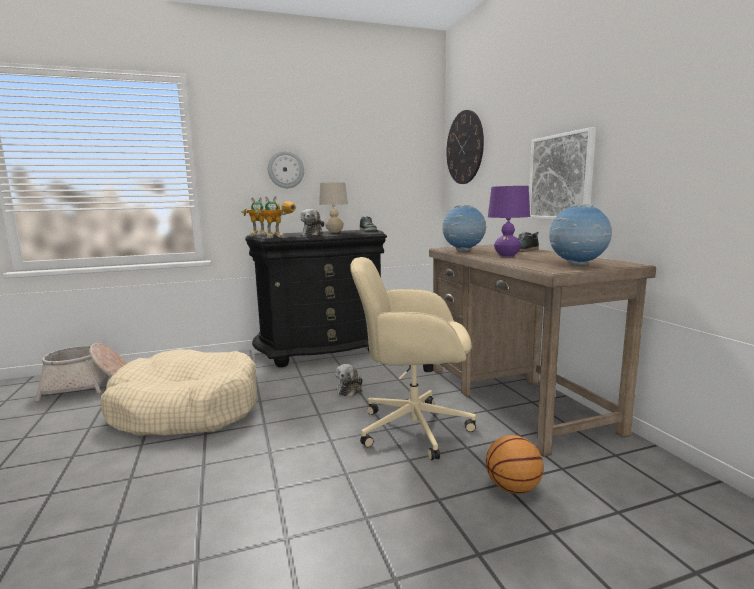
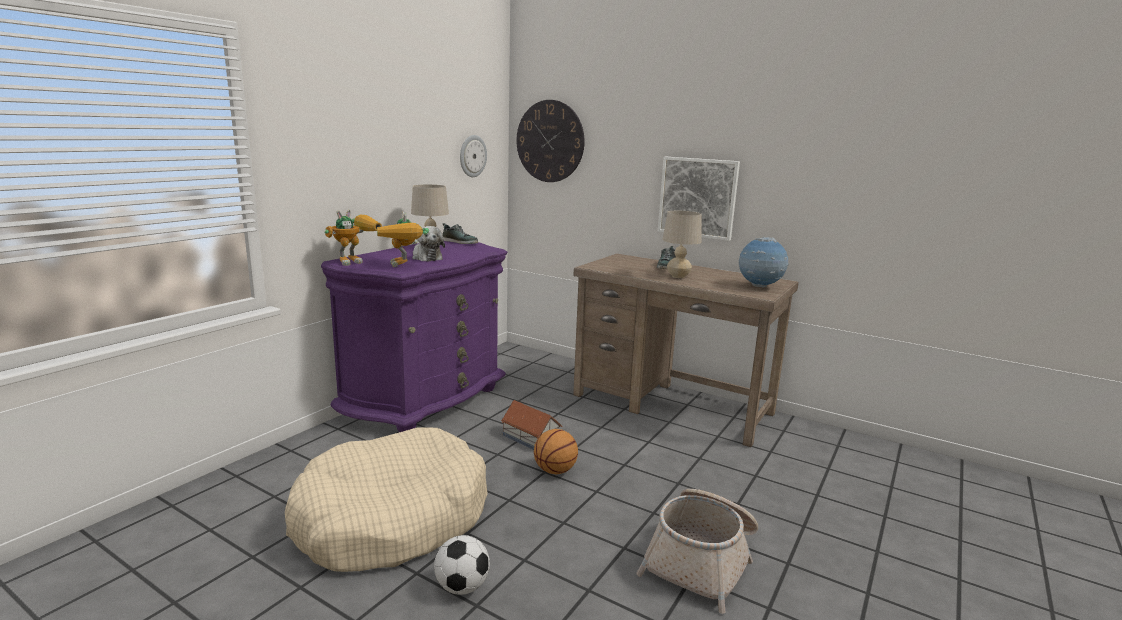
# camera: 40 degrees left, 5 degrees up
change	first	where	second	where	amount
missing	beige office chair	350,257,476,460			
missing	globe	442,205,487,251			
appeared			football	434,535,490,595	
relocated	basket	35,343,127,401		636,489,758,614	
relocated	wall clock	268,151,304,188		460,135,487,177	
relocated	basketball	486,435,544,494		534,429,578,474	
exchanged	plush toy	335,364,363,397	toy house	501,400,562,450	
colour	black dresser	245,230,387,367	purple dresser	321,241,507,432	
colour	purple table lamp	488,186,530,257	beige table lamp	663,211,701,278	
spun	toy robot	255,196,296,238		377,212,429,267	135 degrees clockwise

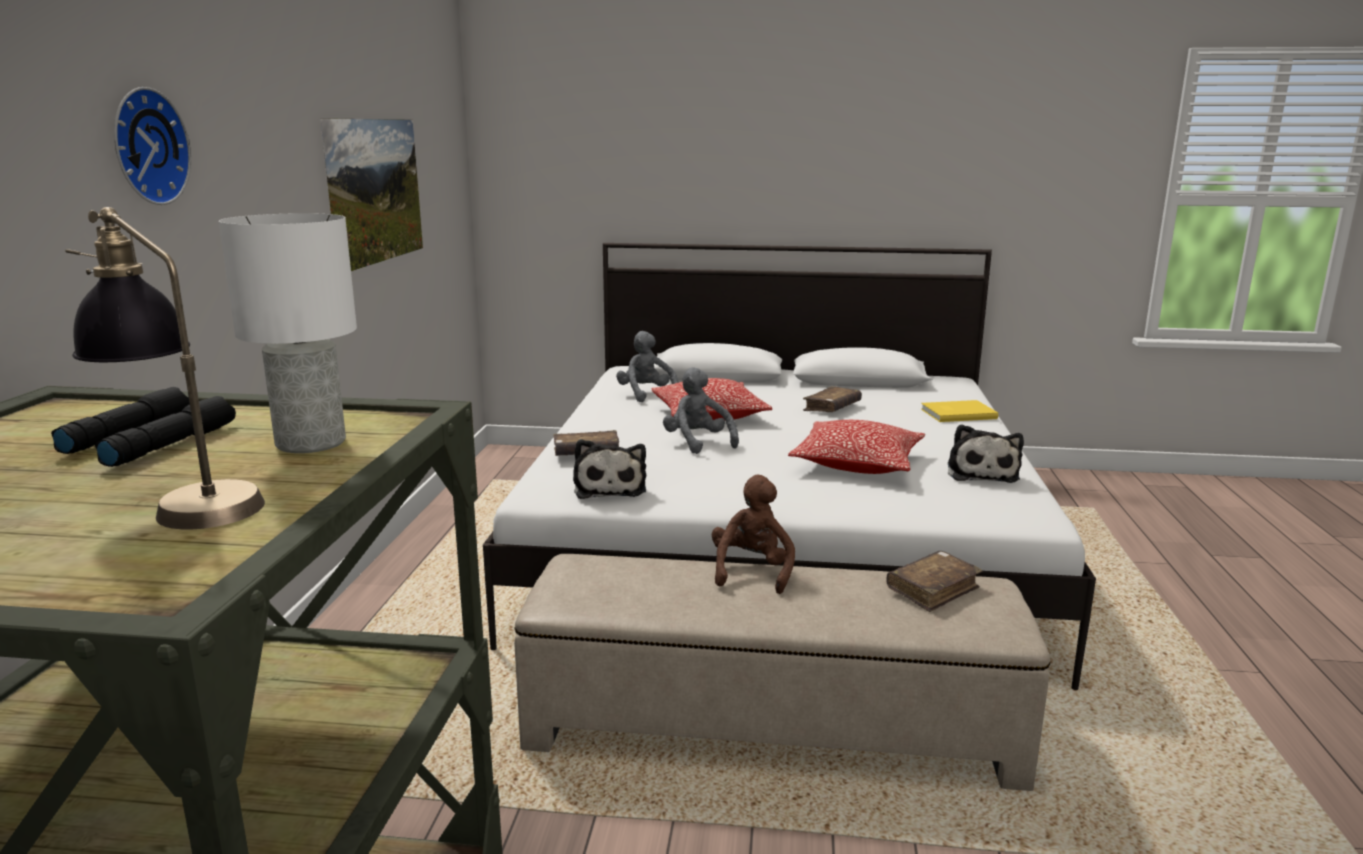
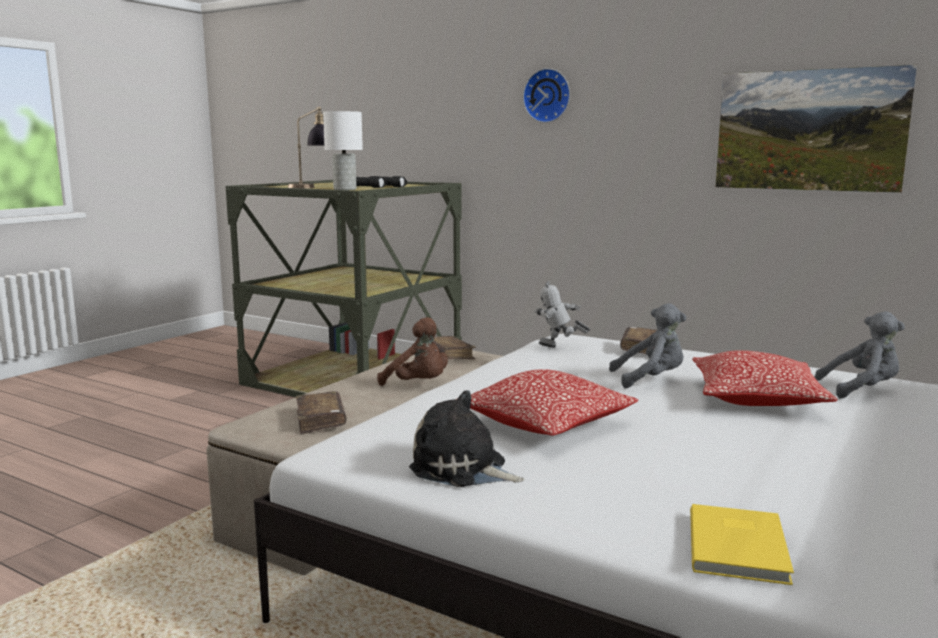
# camera: 115 degrees right, 5 degrees down
change	first	where	second	where	amount
relocated	brown book	803,386,862,412		433,336,476,359	
exchanged	plush toy	573,439,646,499	toy robot	534,281,590,348	

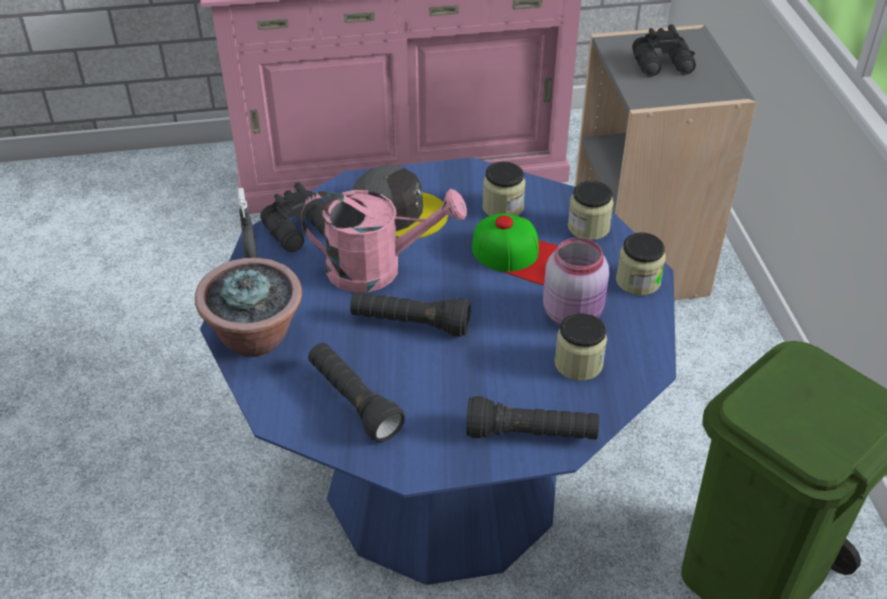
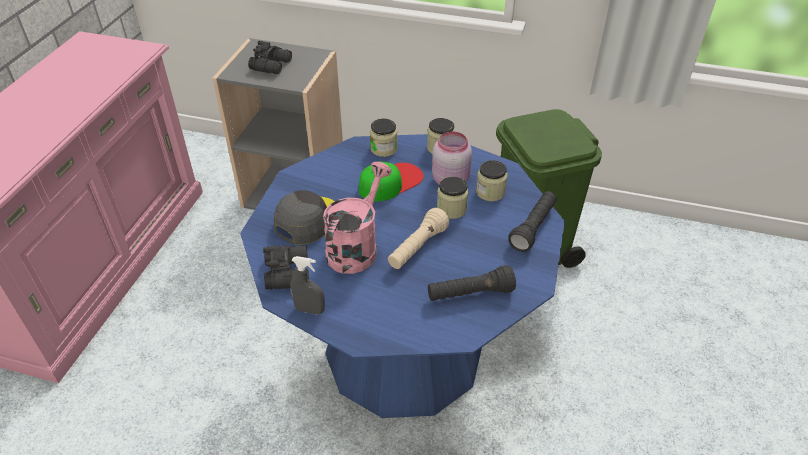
# camera: 65 degrees left, 0 degrees up
change	first	where	second	where	amount
missing	potted plant	195,258,302,357			
relocated	jar	482,162,525,216		437,177,468,219	
colour	black flashlight	350,292,471,337	beige flashlight	388,208,449,269	

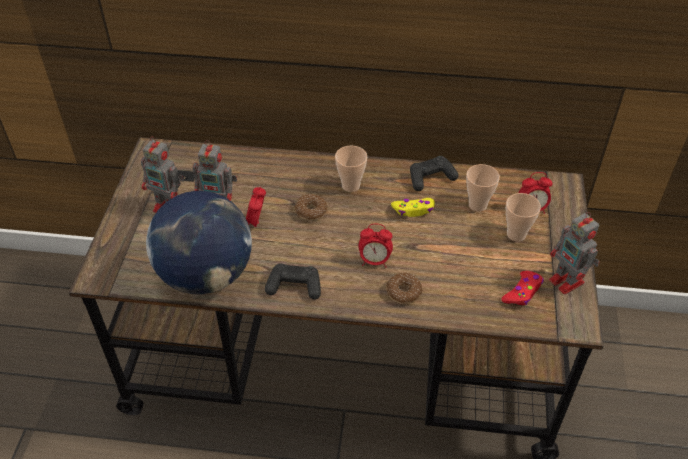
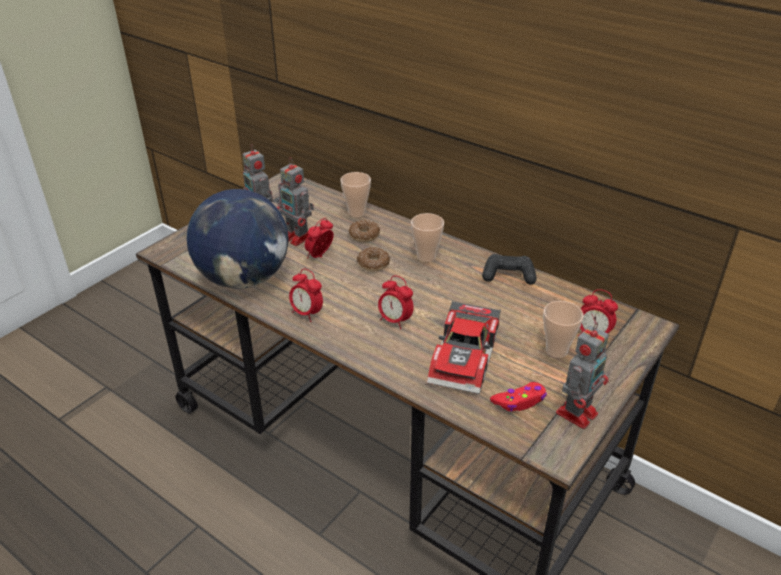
# camera: 30 degrees right, 10 degrees down
change	first	where	second	where	amount
missing	yellow game controller	391,198,435,217			
appeared			toy car	427,300,501,394	
relocated	donut	386,273,422,304		349,220,380,242	
relocated	cup	466,164,500,212		341,172,371,217	
exchanged	black game controller	265,263,321,300	alarm clock	289,269,323,322	
spun	toy robot	549,212,600,295		556,322,609,429	135 degrees counterclockwise

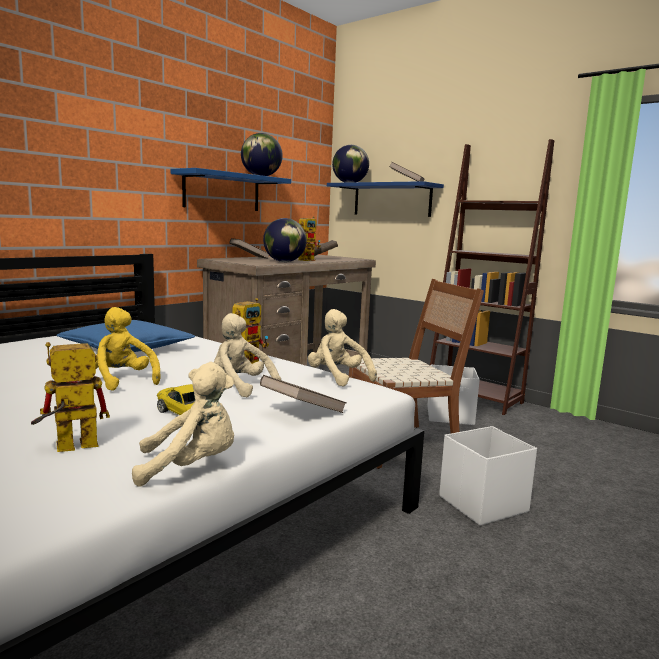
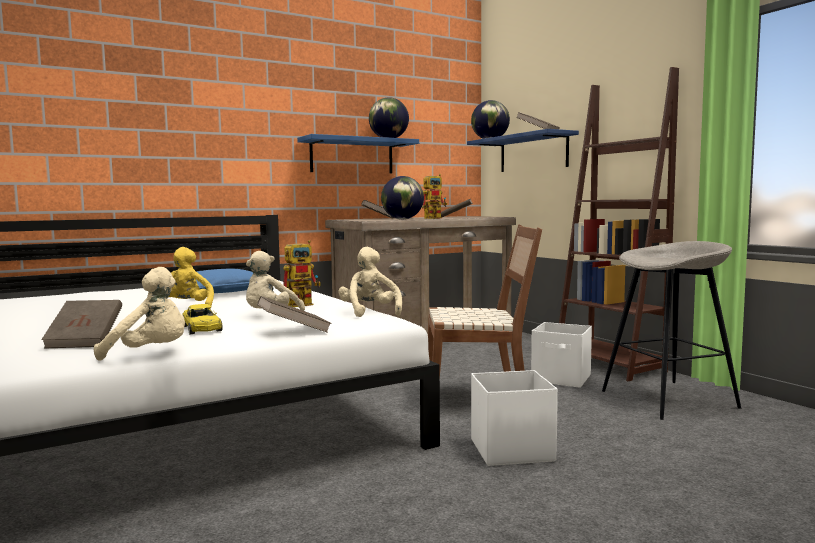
# camera: 20 degrees right, 5 degrees down
change	first	where	second	where	amount
appeared			grey stool	602,241,741,420	
exchanged	toy robot	31,342,110,452	brown book	41,300,122,349	
spun	beige plush toy	208,313,281,397		246,251,305,311	120 degrees counterclockwise

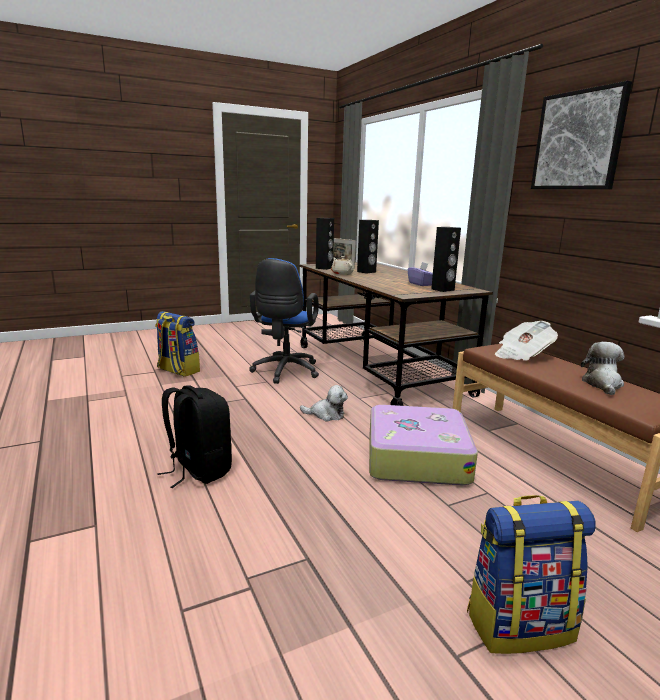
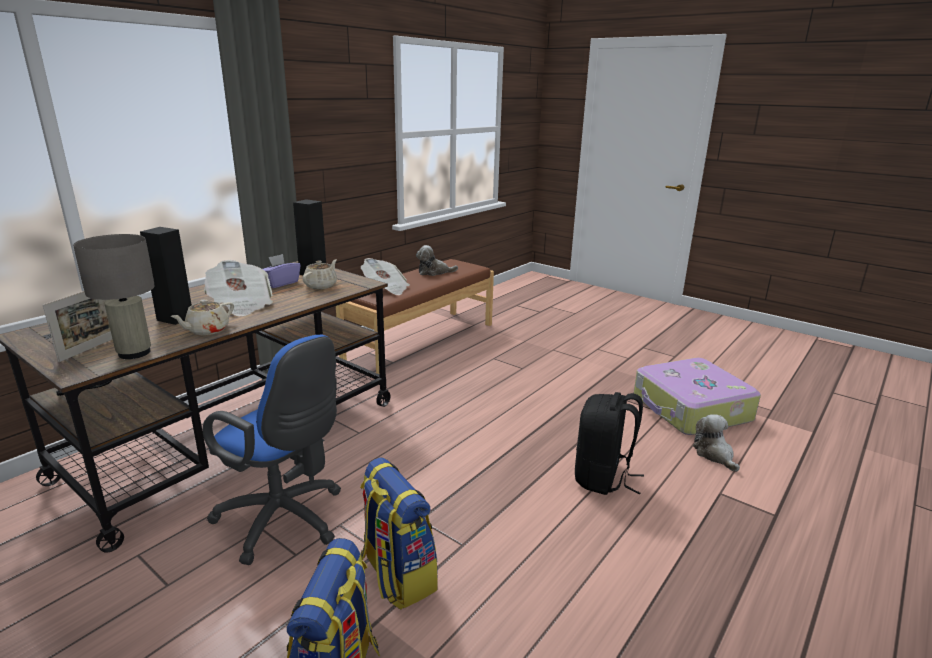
# camera: 115 degrees left, 5 degrees up
change	first	where	second	where	amount
missing	picture	531,81,632,189			
appeared			newspaper	204,260,273,317	
appeared			beige teapot	302,259,337,289	
relocated	plush toy	300,385,348,421		693,414,740,472	
relocated	suitcase	369,405,478,485		634,358,761,435	
relocated	backpack	467,495,596,654		360,458,438,610	
exchanged	black speaker	316,218,334,270	grey table lamp	73,234,155,359	
spun	blue office chair	249,258,319,384		203,335,341,565	45 degrees clockwise

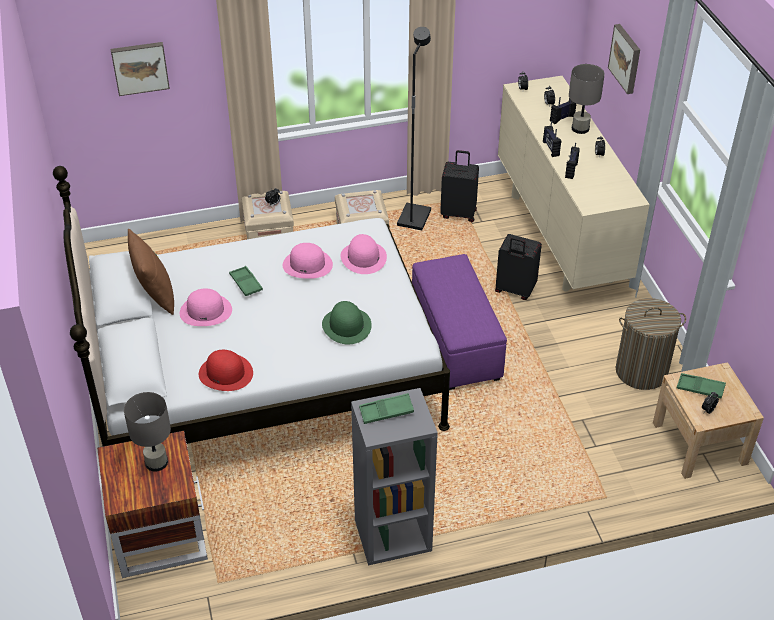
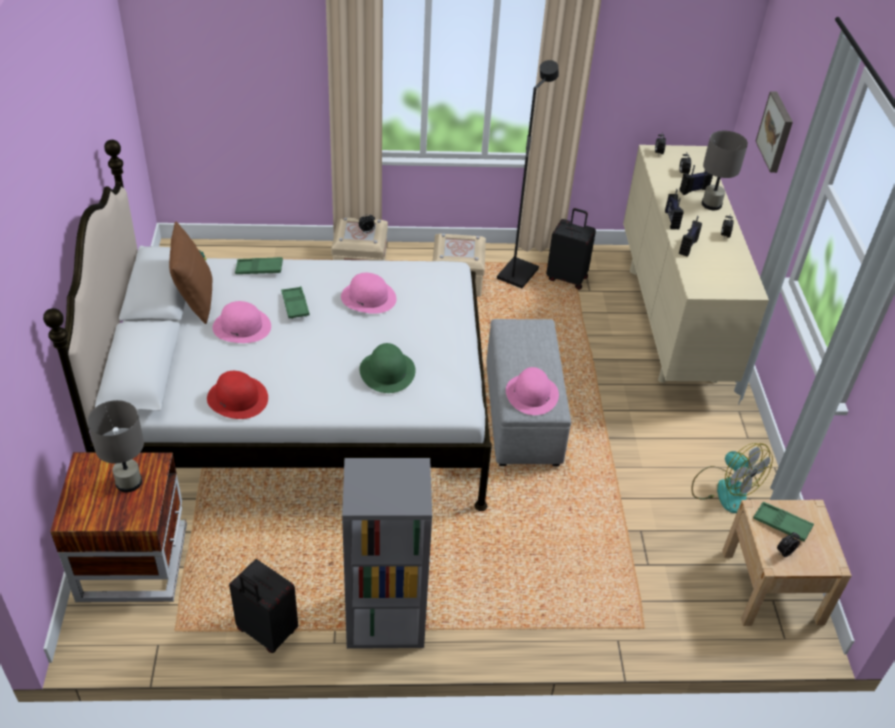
# camera: 10 degrees right, 0 degrees up
change	first	where	second	where	amount
missing	picture	110,42,170,96			
relocated	pink hat	340,234,387,274		506,367,559,415	
relocated	green tray	359,393,414,424		235,257,283,274	
relocated	black suitcase	495,234,542,300		229,559,298,653	
exchanged	laundry basket	615,298,686,390	fan	691,443,773,513	
colour	purple ottoman	412,254,507,390	grey ottoman	487,319,571,466	

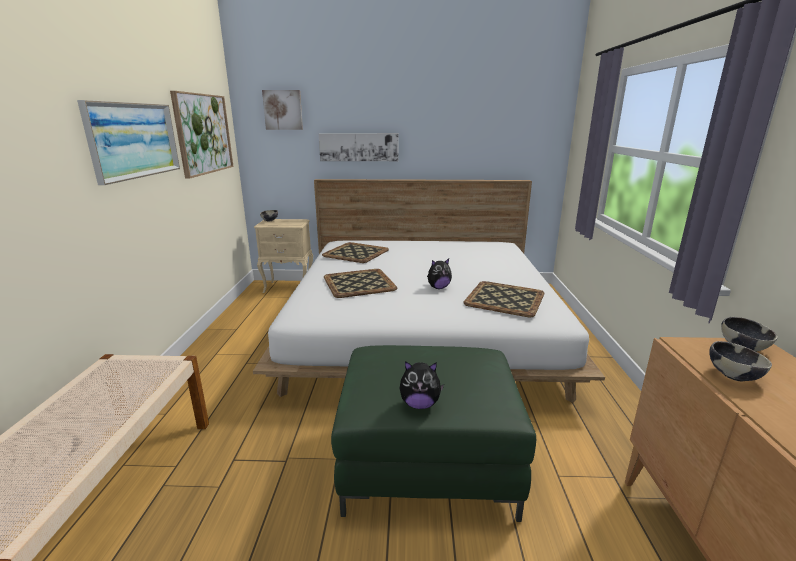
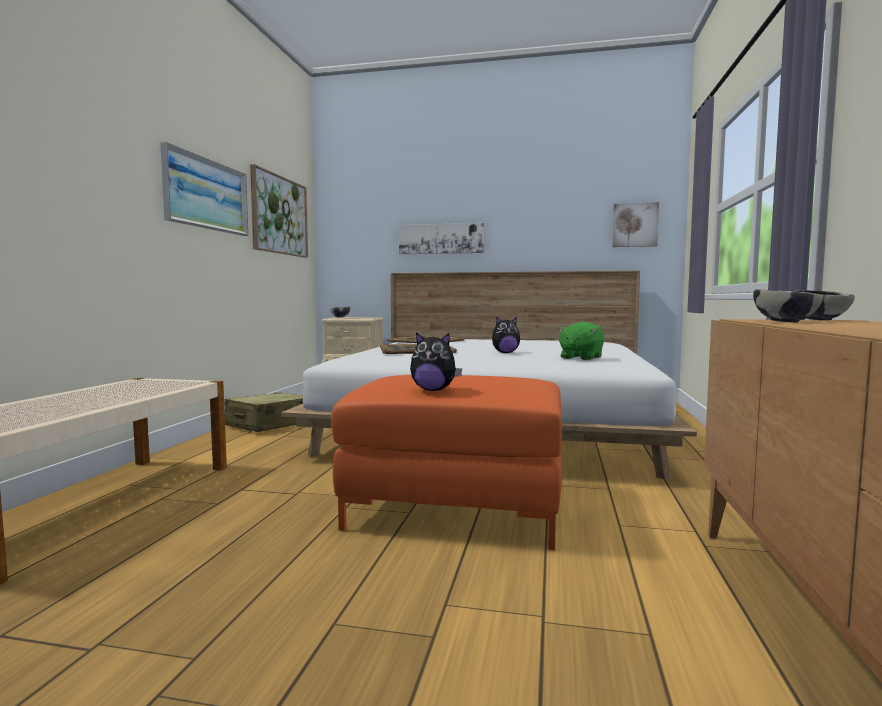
# camera: 10 degrees right, 15 degrees down
change	first	where	second	where	amount
appeared			beige suitcase	224,392,303,432	
relocated	picture	262,90,303,130		612,202,659,247	
exchanged	tray	463,281,544,317	green plush toy	557,322,604,360	
colour	green ottoman	331,345,536,522	orange ottoman	331,375,562,550	

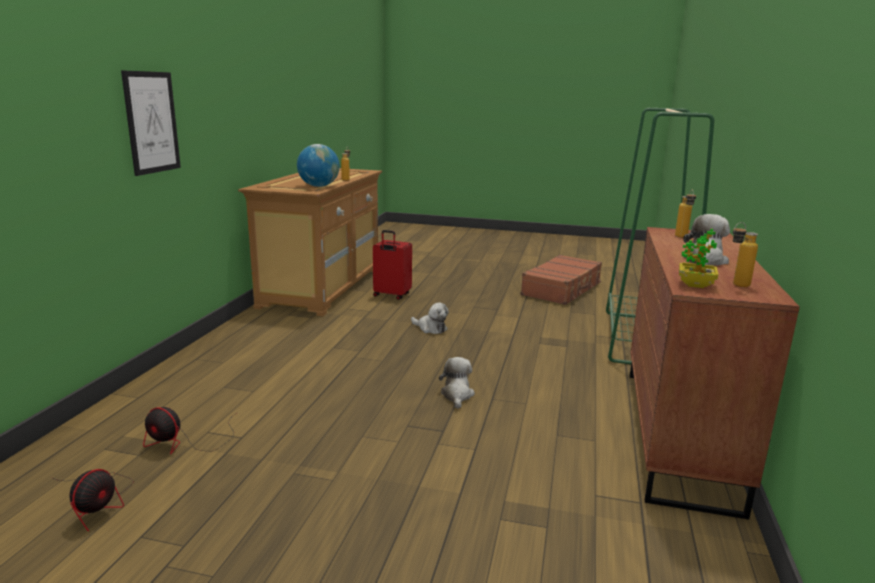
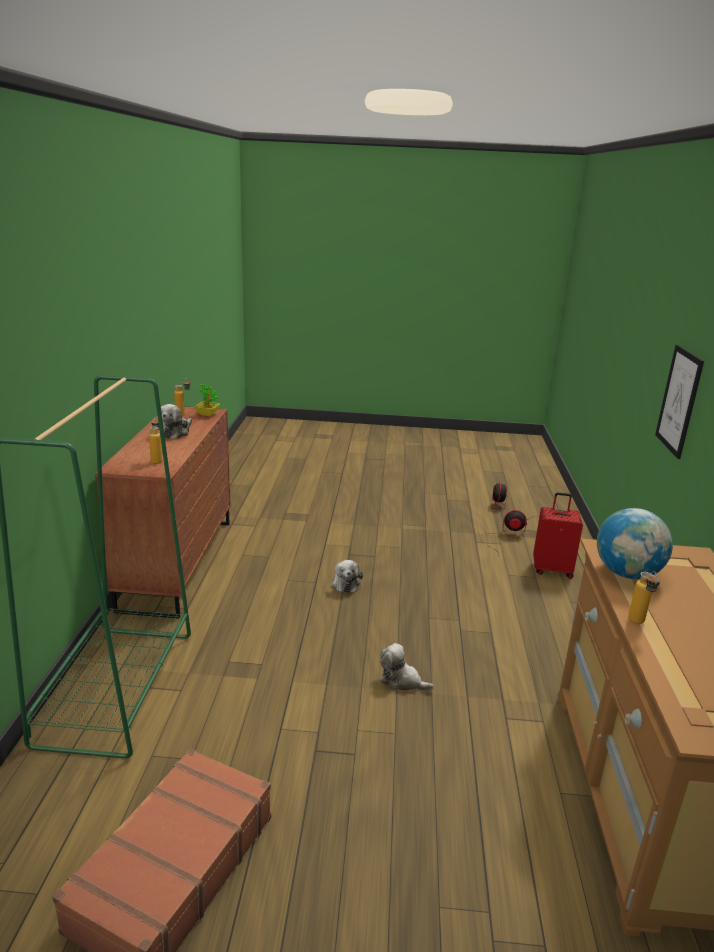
# camera: 170 degrees right, 5 degrees up
change	first	where	second	where	amount
relocated	red suitcase	373,230,412,300		533,492,583,578	

